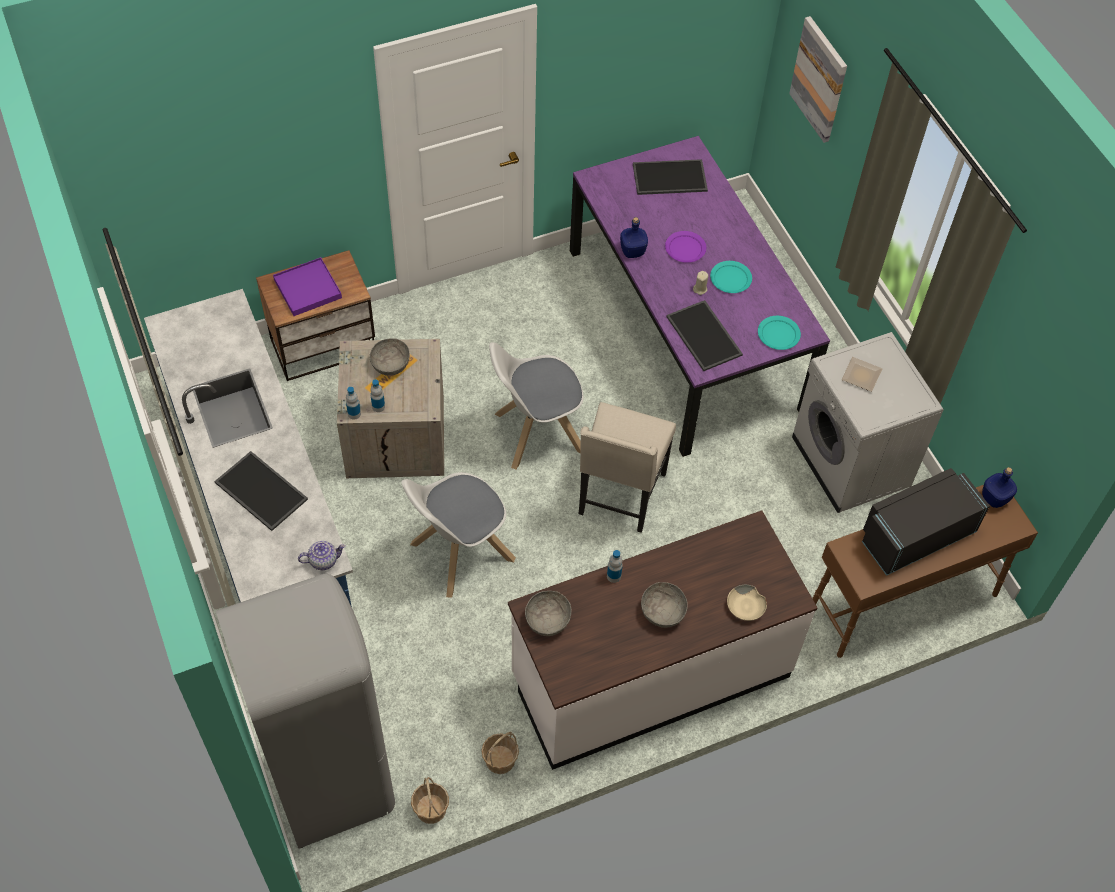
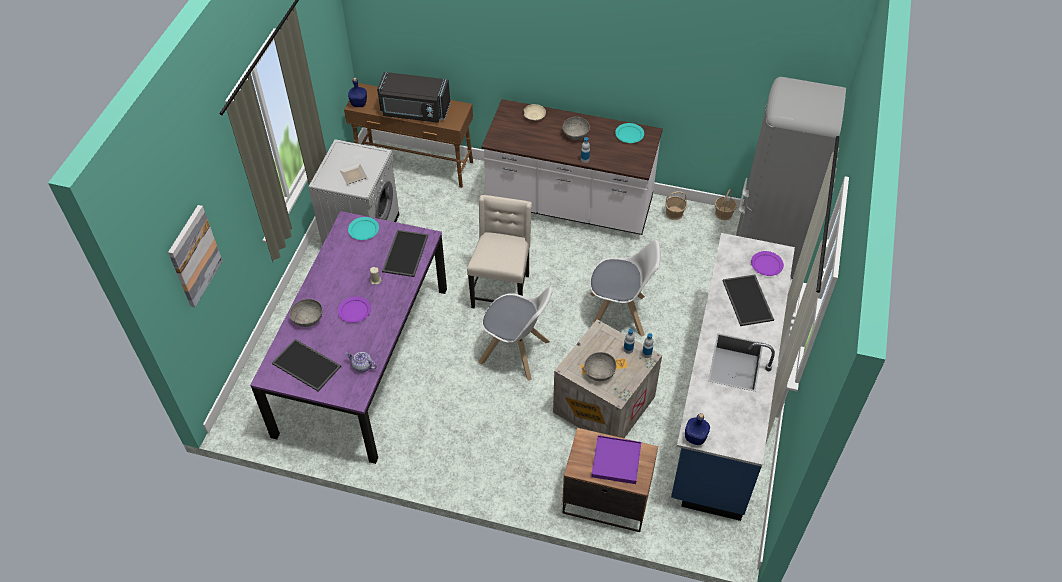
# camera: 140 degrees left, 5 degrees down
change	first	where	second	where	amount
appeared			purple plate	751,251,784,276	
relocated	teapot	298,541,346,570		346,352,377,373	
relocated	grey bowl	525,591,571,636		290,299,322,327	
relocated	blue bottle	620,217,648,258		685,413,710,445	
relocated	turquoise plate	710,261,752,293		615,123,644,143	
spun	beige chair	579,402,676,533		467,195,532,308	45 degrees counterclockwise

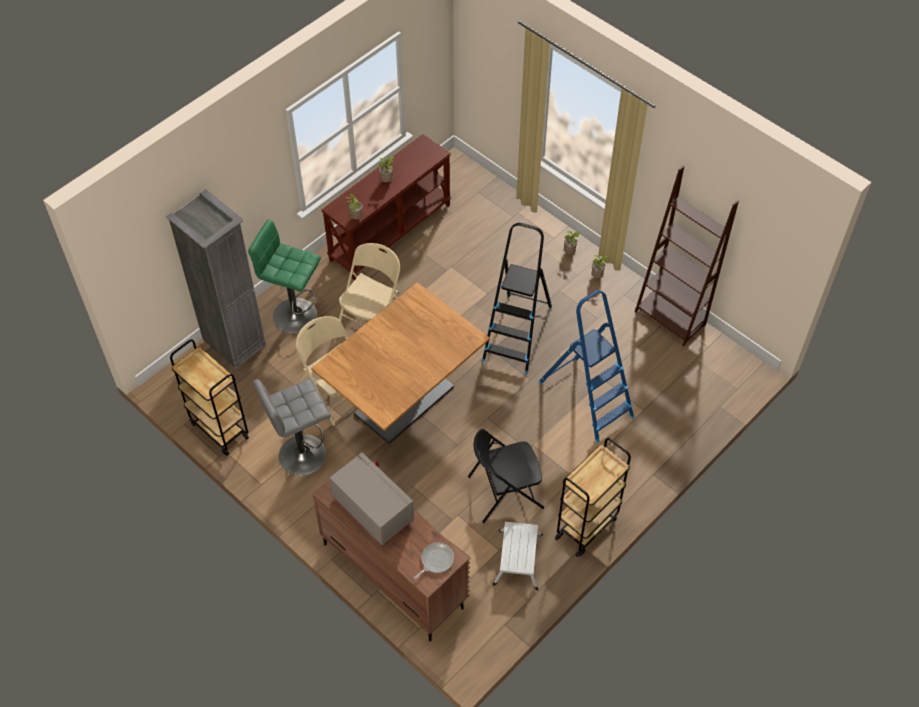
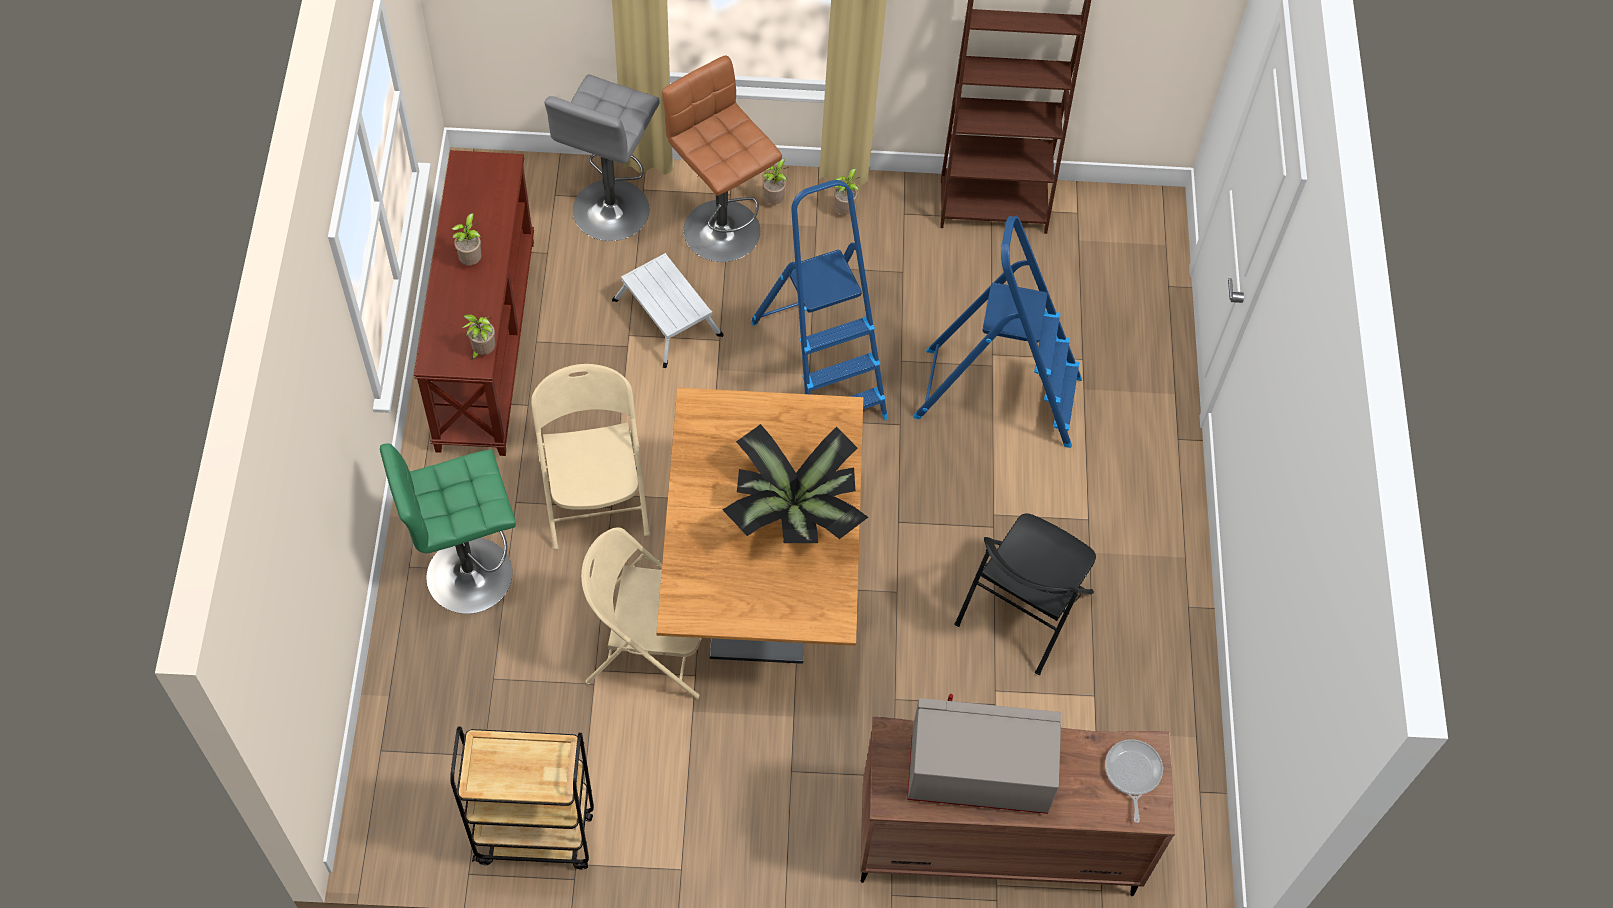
# camera: 45 degrees left, 5 degrees up
change	first	where	second	where	amount
missing	grey cabinet	165,189,266,368			
missing	brown cart	554,438,631,558			
appeared			brown stool	662,55,782,262	
appeared			potted plant	723,424,868,543	
relocated	grey stool	253,379,331,476		544,74,660,241	
relocated	white step ladder	493,522,543,590		612,253,724,368	
colour	black step ladder	482,223,552,374	blue step ladder	751,180,888,420	

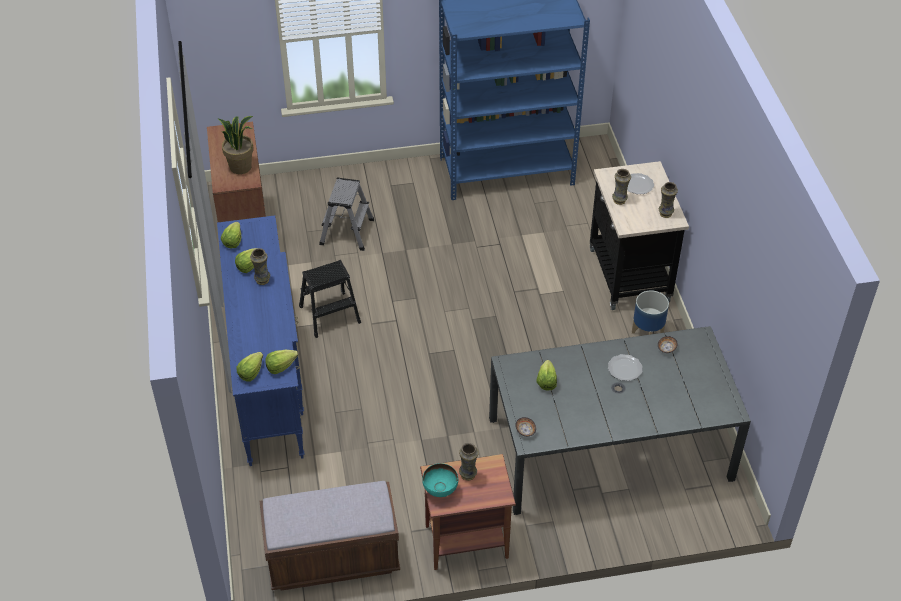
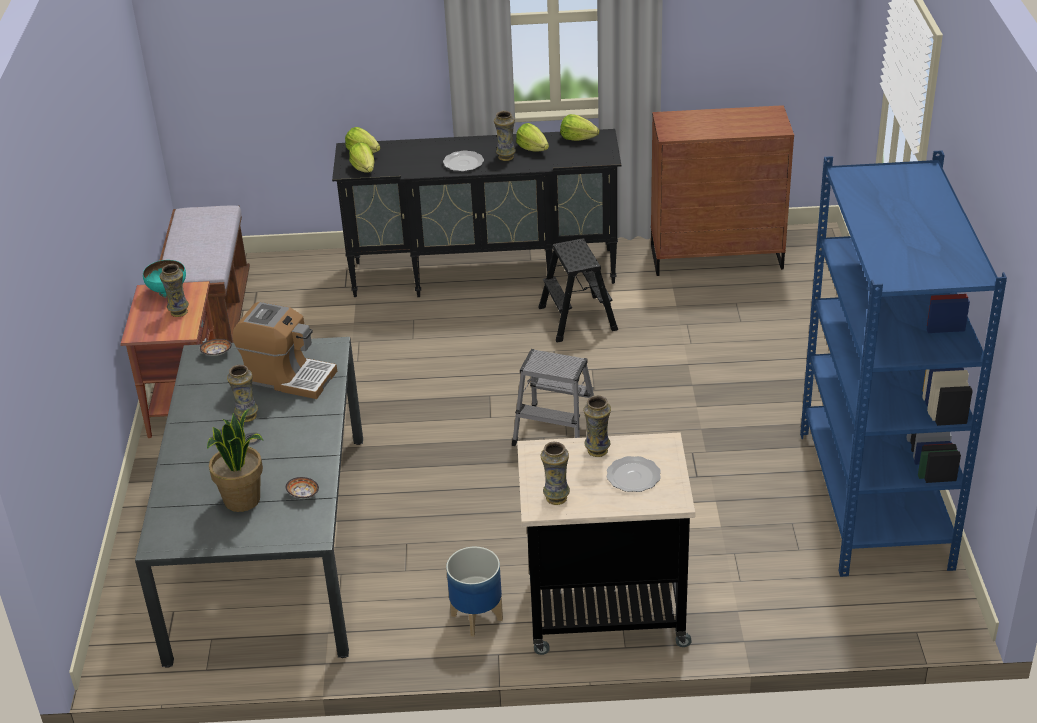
# camera: 100 degrees right, 10 degrees down
change	first	where	second	where	amount
appeared			vase	227,365,258,422	
relocated	potted plant	217,116,254,174		207,409,263,512	
relocated	grey step ladder	319,178,374,251		512,349,594,446	
relocated	plate	608,354,643,381		443,150,484,171	
exchanged	lettuce	537,360,557,390	coffee machine	233,302,337,399	
colour	blue cabinet	217,215,305,466	black cabinet	332,129,621,297	

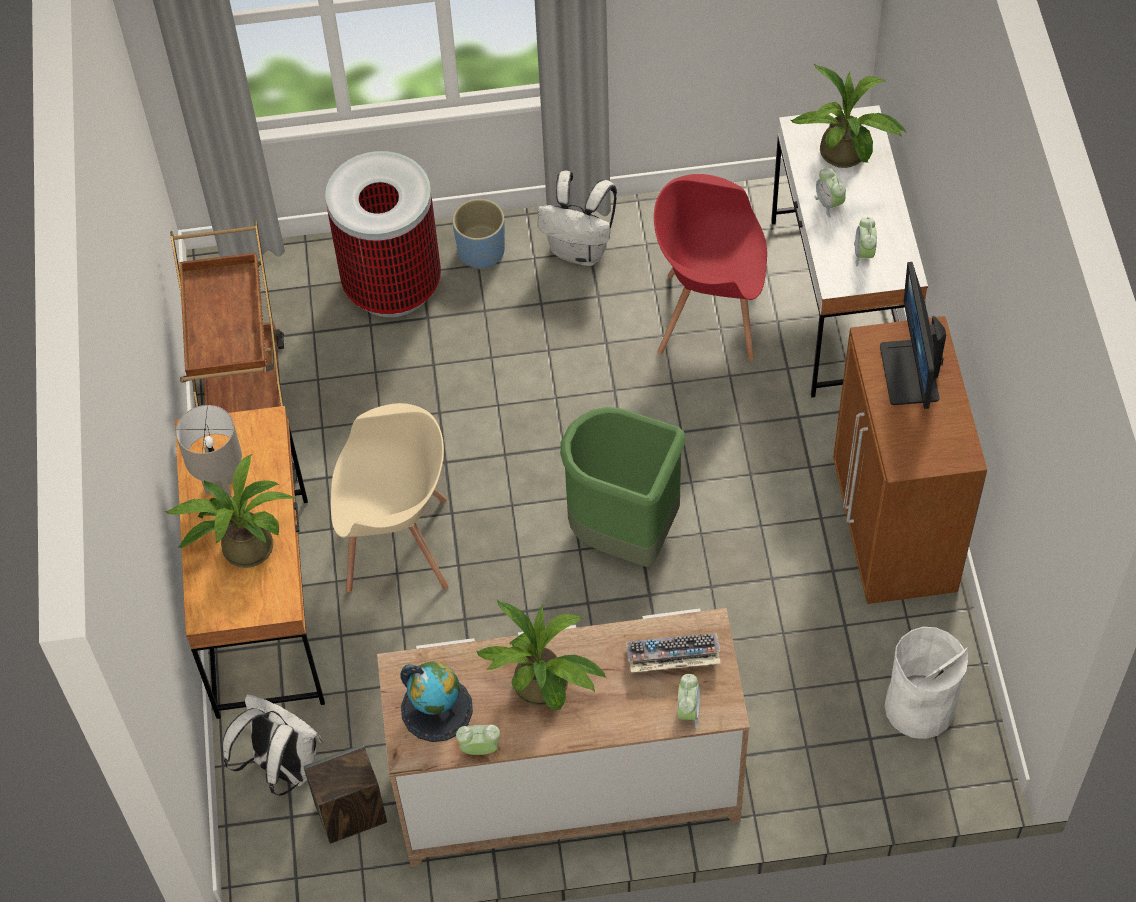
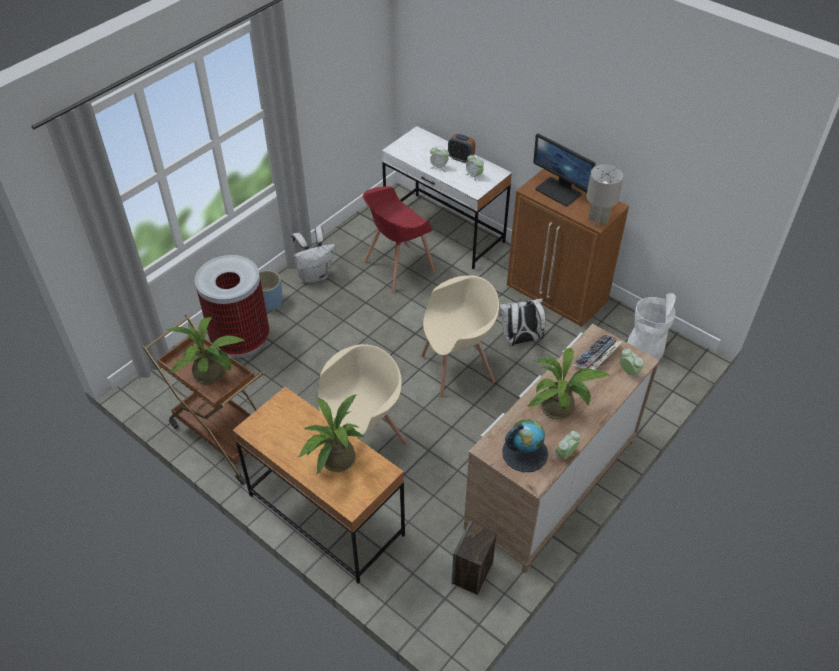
# camera: 45 degrees left, 10 degrees down
change	first	where	second	where	amount
appeared			alarm clock	448,134,475,163	
relocated	grey table lamp	176,405,242,498		587,164,624,227	
relocated	white backpack	223,694,323,796		498,298,546,346	
relocated	potted plant	791,64,906,168		166,317,244,385	
exchanged	green trash can	560,407,686,567	beige chair	421,275,499,396	

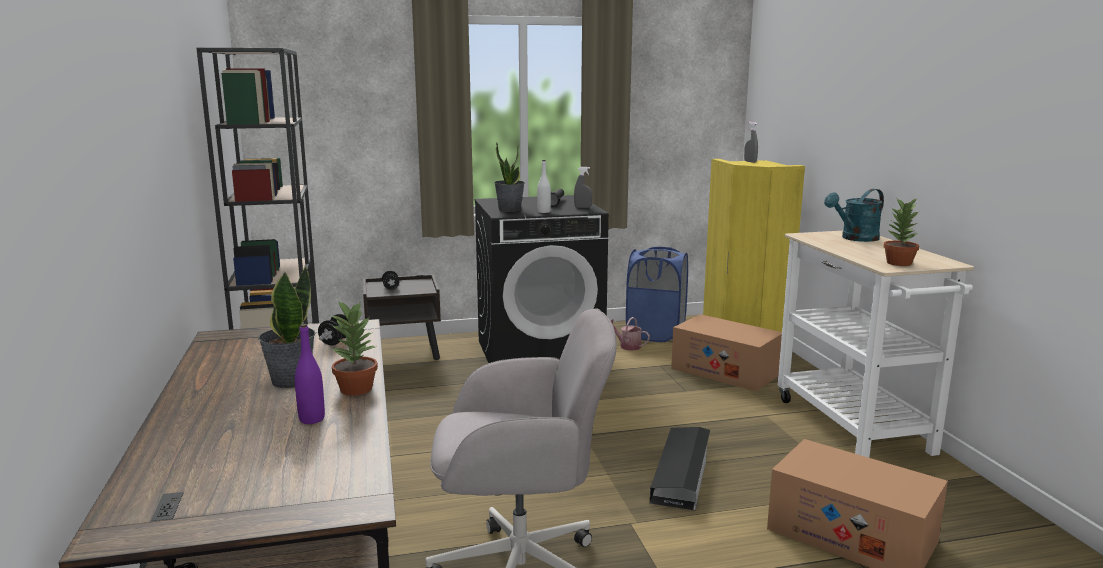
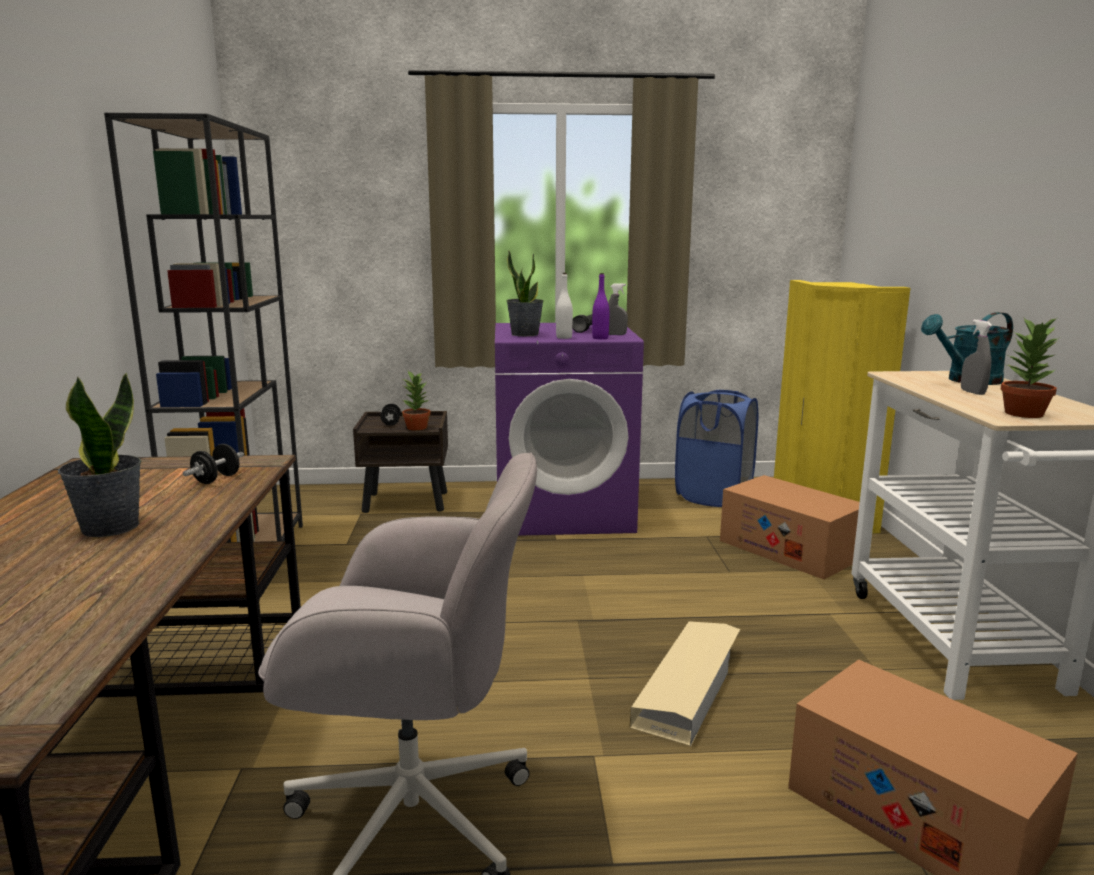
# camera: 10 degrees right, 0 degrees up
change	first	where	second	where	amount
missing	watering can	610,317,650,351			
relocated	purple bottle	295,324,325,424		592,273,609,339	
relocated	potted plant	330,301,378,396		402,371,431,431	
relocated	grey spray bottle	744,121,758,163		961,320,992,395	
colour	black washing machine	475,195,609,363	purple washing machine	495,323,644,536	
colour	black storage box	650,427,710,510	beige storage box	630,621,740,746	

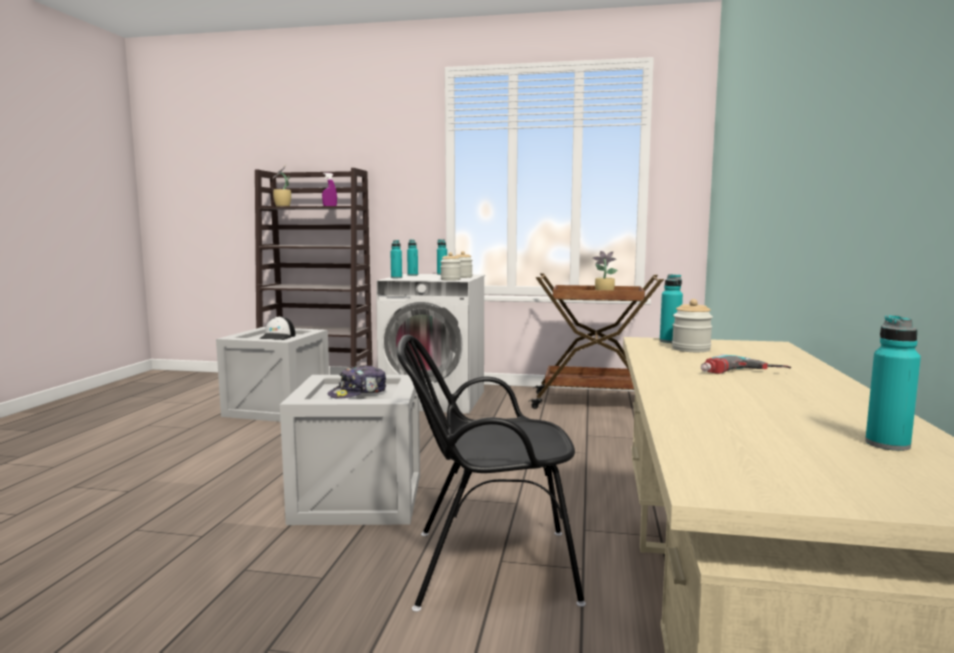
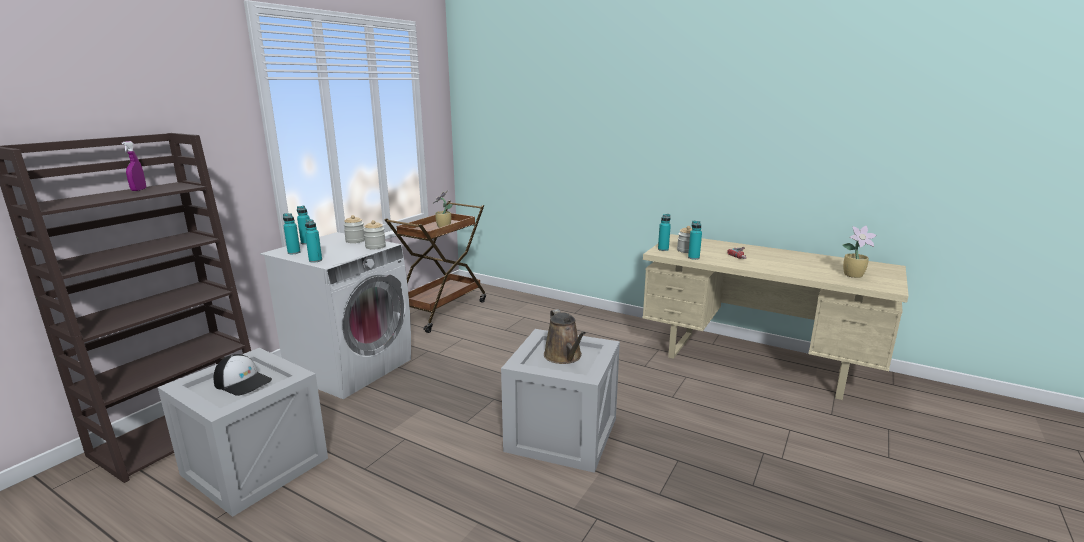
# camera: 70 degrees left, 10 degrees up
change	first	where	second	where	amount
missing	black chair	397,335,586,612			
relocated	potted plant	272,164,291,206		843,226,877,278	
relocated	turquoise bottle	865,315,921,451		688,221,702,260	
exchanged	cap	328,366,386,399	brown watering can	544,309,586,364	

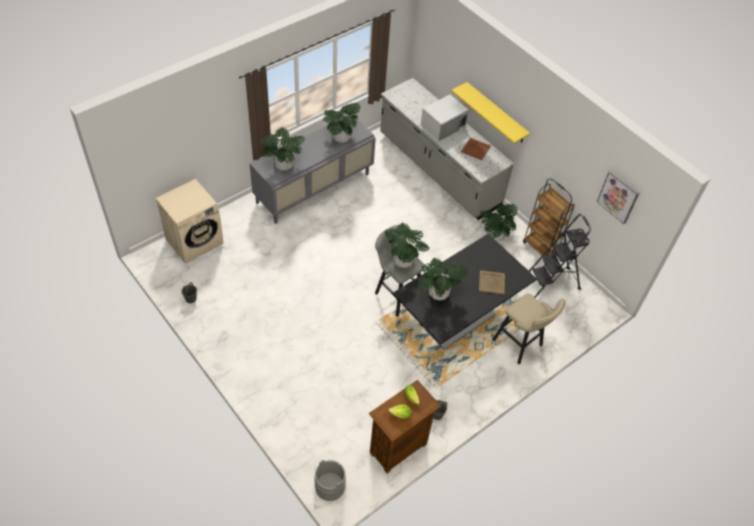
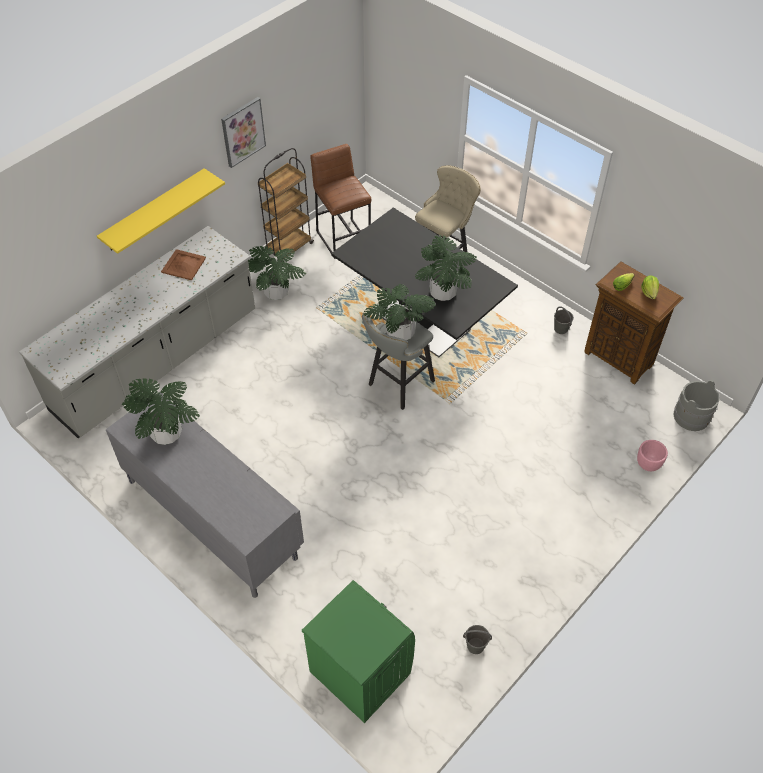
# camera: 95 degrees left, 0 degrees up
change	first	where	second	where	amount
missing	potted plant	260,127,305,171			
missing	white microwave	421,95,469,141			
missing	beige tray	479,270,505,294			
appeared			pink planter	637,440,668,471	
relocated	picture	597,170,639,224		221,97,266,168	
exchanged	step ladder	529,214,591,298	brown stool	310,144,371,259	
colour	beige washing machine	156,179,223,264	green washing machine	302,580,415,723	

